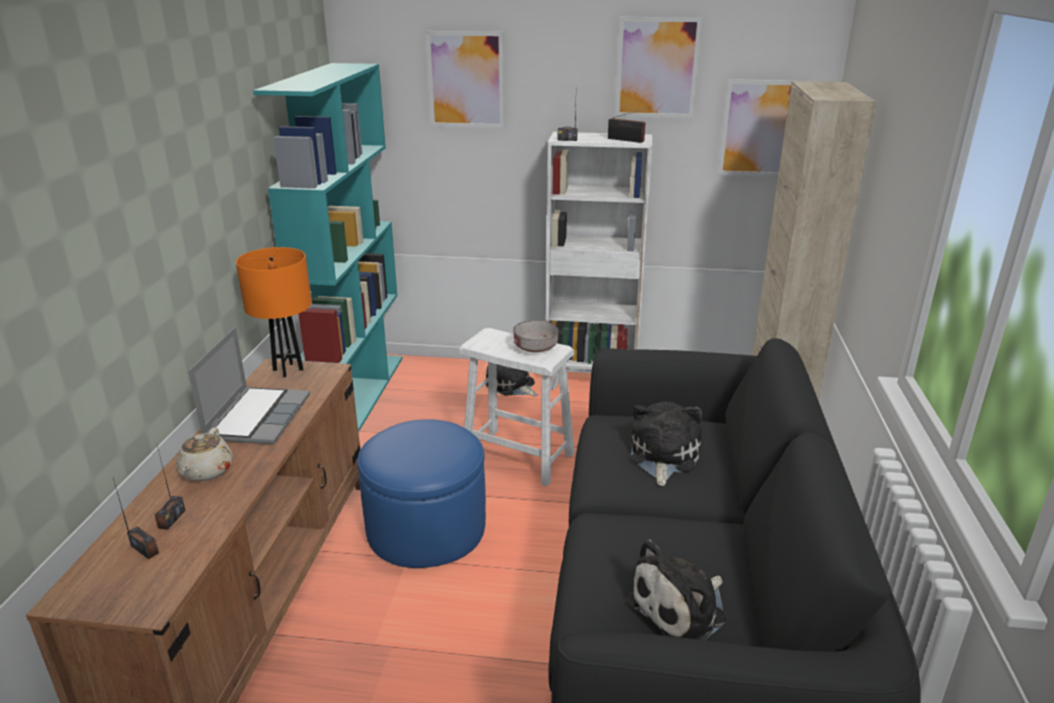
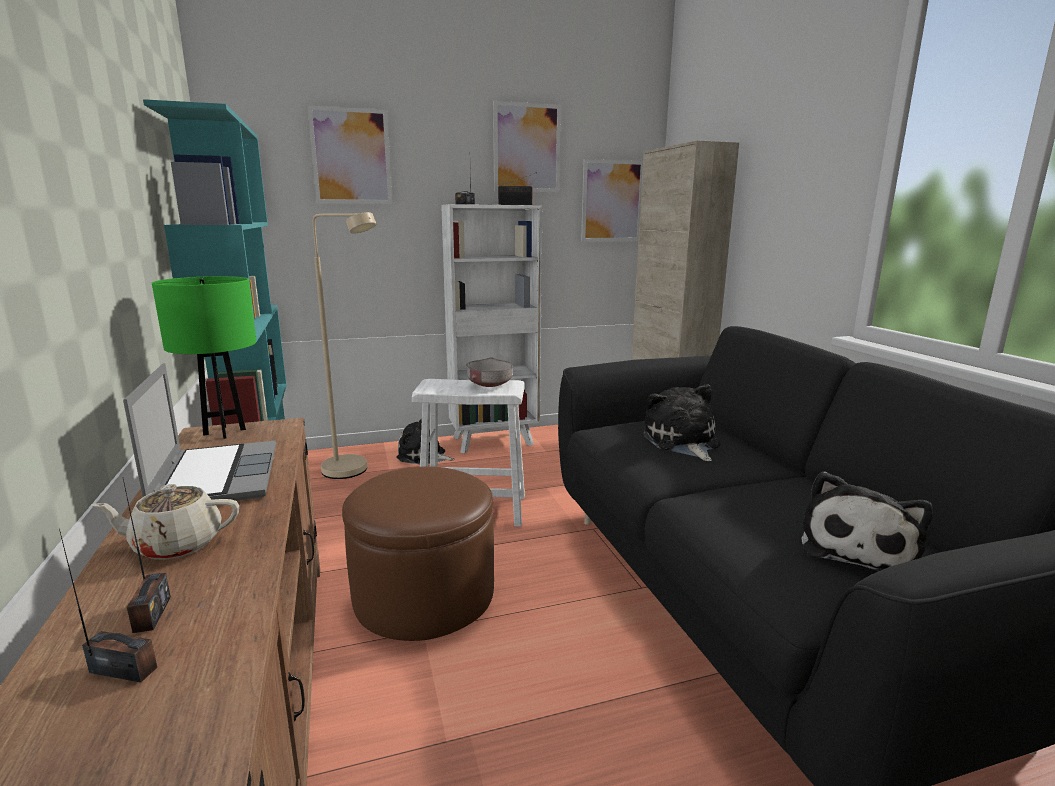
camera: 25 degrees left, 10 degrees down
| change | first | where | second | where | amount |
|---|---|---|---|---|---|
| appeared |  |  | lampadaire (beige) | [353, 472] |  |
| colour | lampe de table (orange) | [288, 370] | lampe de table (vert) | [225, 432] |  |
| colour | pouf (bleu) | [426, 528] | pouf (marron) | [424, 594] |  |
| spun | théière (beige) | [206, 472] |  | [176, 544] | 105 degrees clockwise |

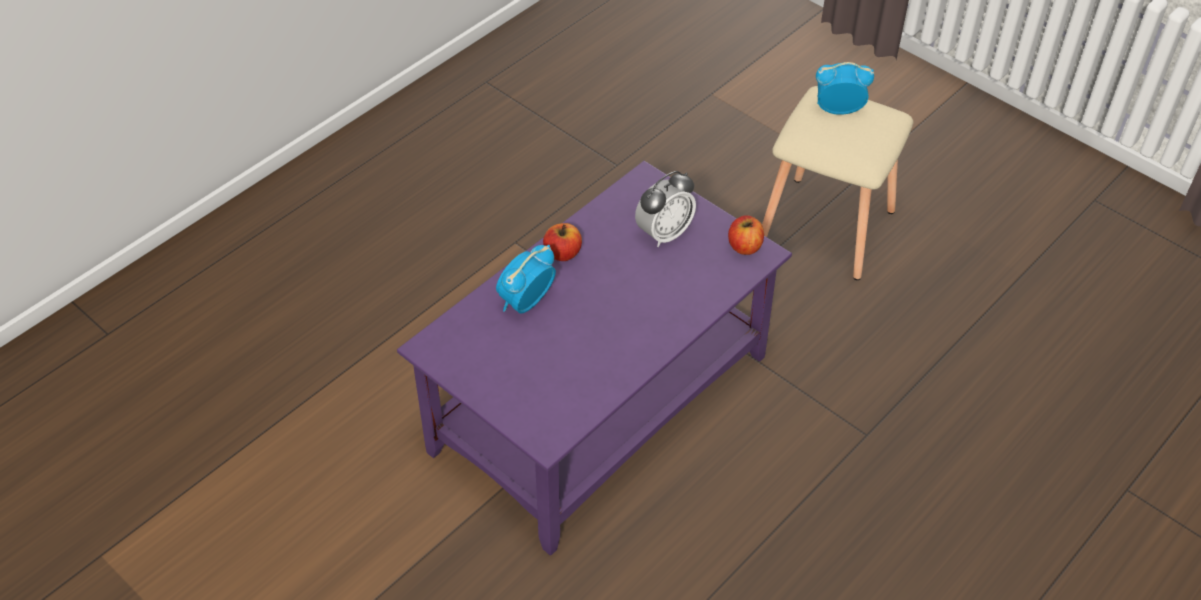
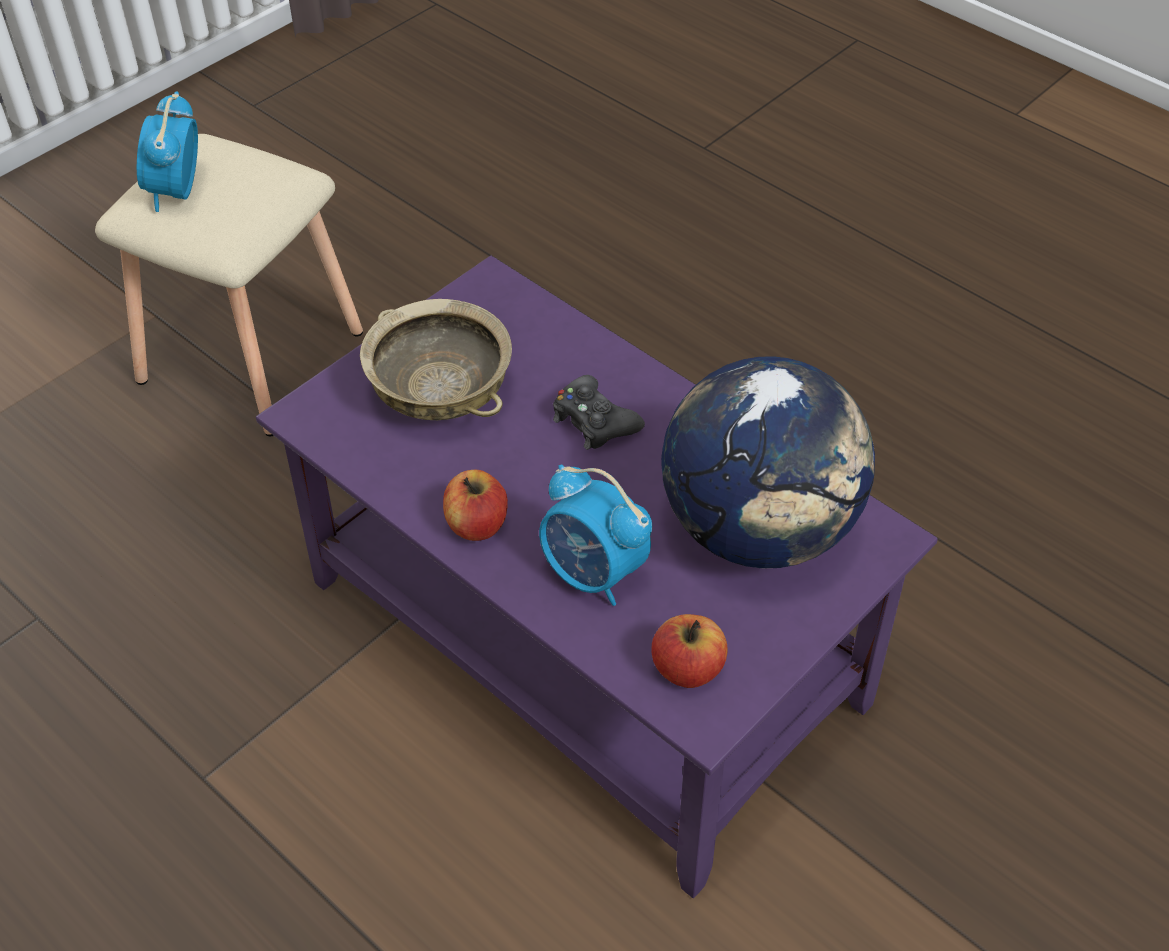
camera: 90 degrees left, 0 degrees up
| change | first | where | second | where | amount |
|---|---|---|---|---|---|
| appeared |  |  | manette (noir) | [594, 421] |  |
| appeared |  |  | globe | [759, 529] |  |
| relocated | pomme | [744, 246] |  | [687, 669] |  |
| exchanged | réveil | [664, 233] | bol (beige) | [439, 392] |  |

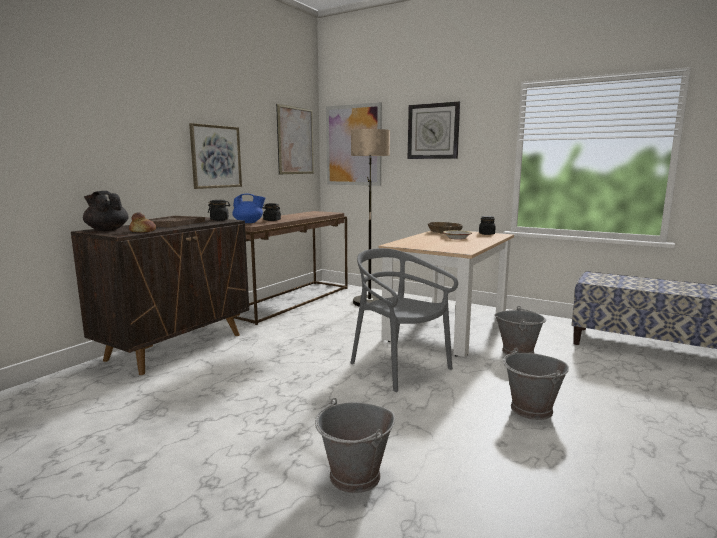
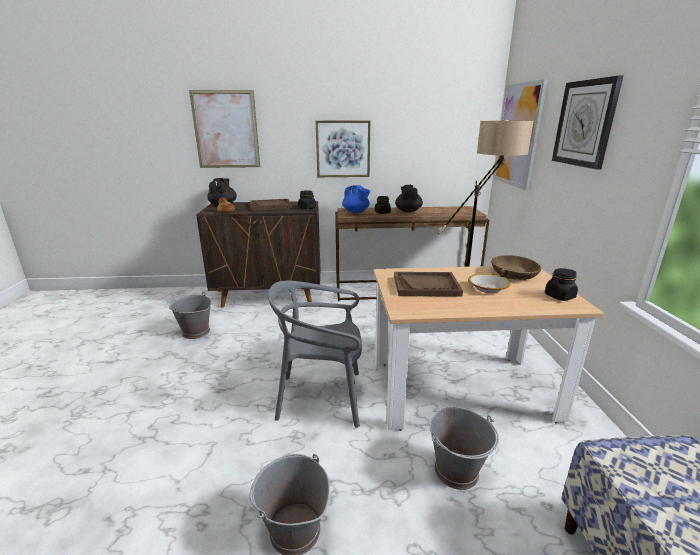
camera: 55 degrees right, 10 degrees up
| change | first | where | second | where | amount |
|---|---|---|---|---|---|
| appeared |  |  | plateau (marron) | [426, 286] |  |
| appeared |  |  | théière (noir) | [408, 211] |  |
| relocated | tableau | [295, 140] |  | [226, 130] |  |
| relocated | seau (gris) | [355, 477] |  | [195, 332] |  |
| spun | chaise (gris) | [399, 368] |  | [321, 398] | 105 degrees counterclockwise |

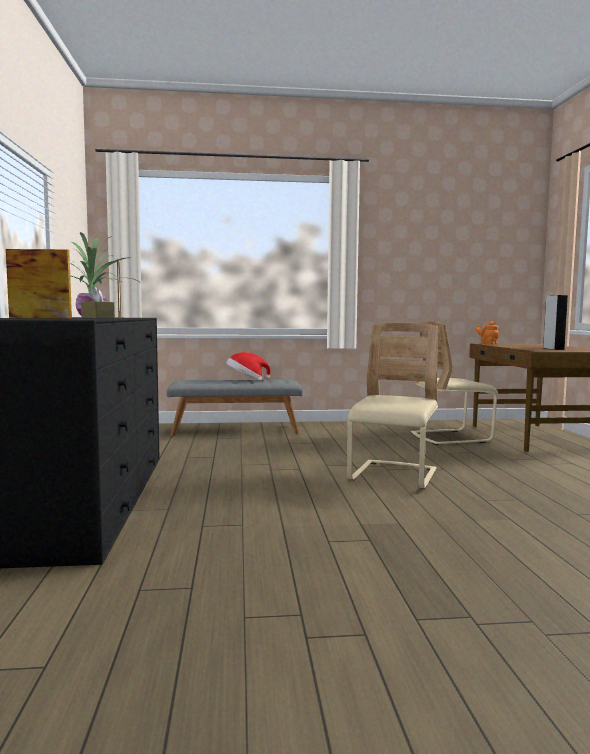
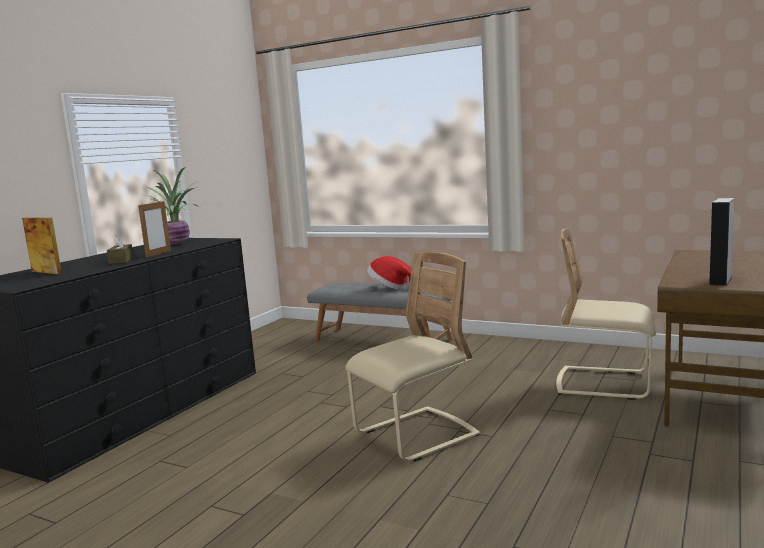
camera: 35 degrees right, 5 degrees up
| change | first | where | second | where | amount |
|---|---|---|---|---|---|
| missing | théière (orange) | [487, 344] |  |  |  |

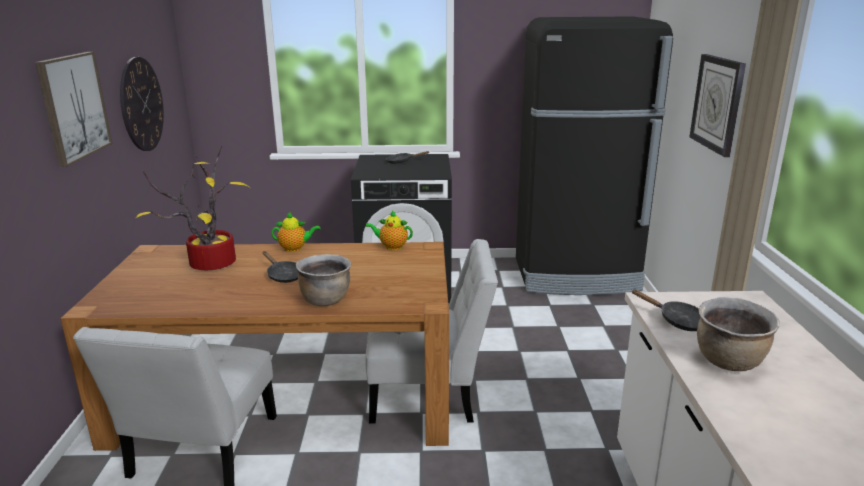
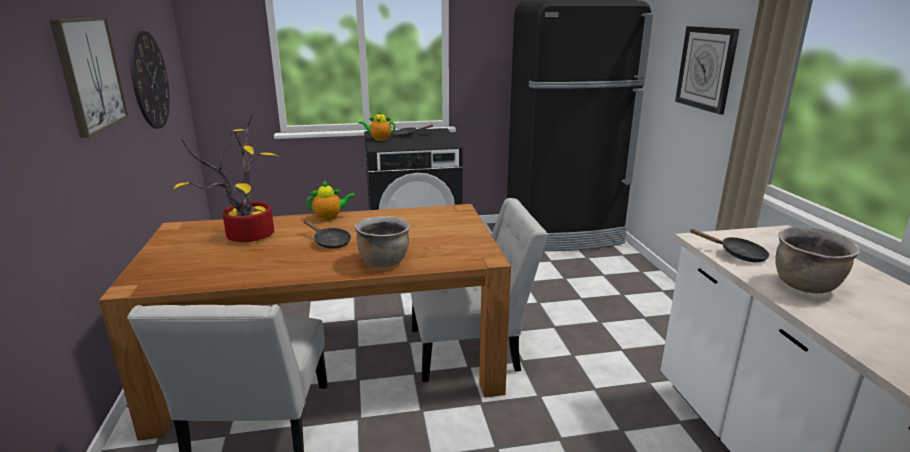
camera: 10 degrees left, 0 degrees up
| change | first | where | second | where | amount |
|---|---|---|---|---|---|
| relocated | théière | [391, 247] |  | [379, 139] |  |

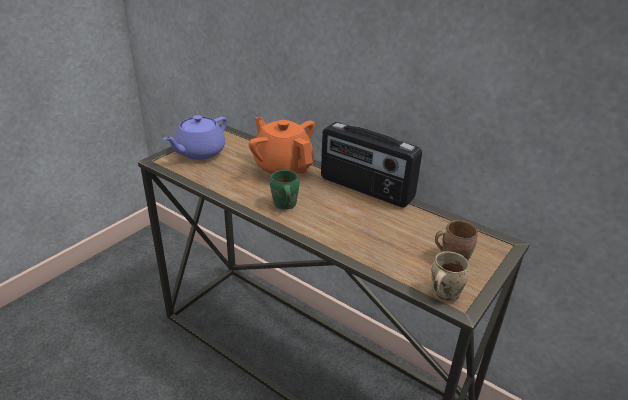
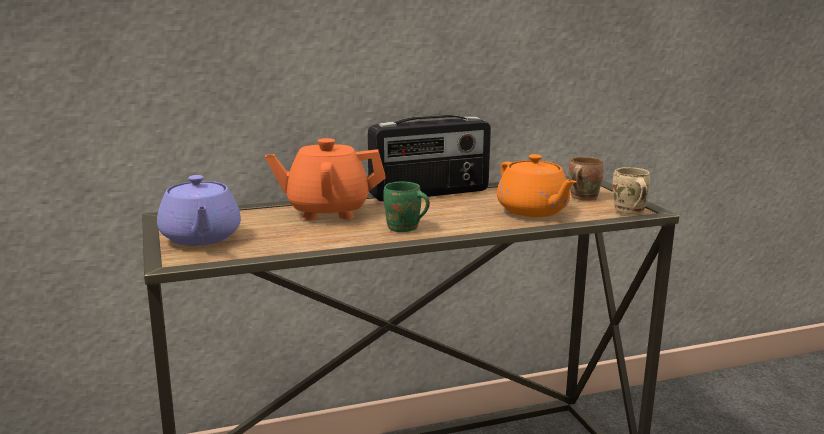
camera: 55 degrees left, 15 degrees down
| change | first | where | second | where | amount |
|---|---|---|---|---|---|
| appeared |  |  | théière (orange) | [533, 210] |  |

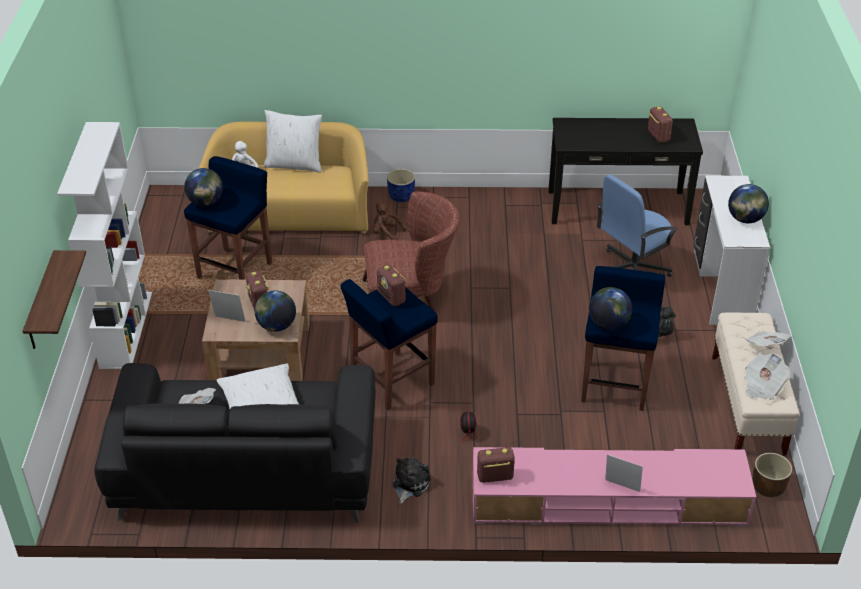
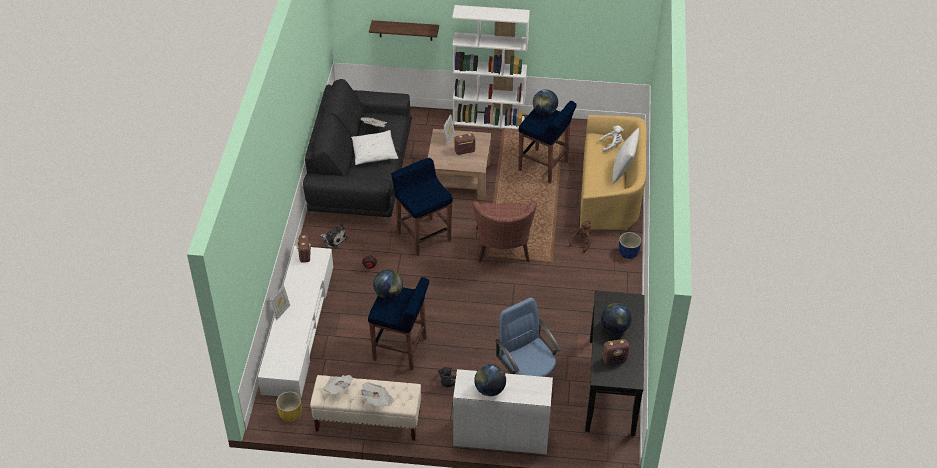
camera: 95 degrees right, 5 degrees up
| change | first | where | second | where | amount |
|---|---|---|---|---|---|
| missing | radio | [391, 297] |  |  |  |
| relocated | globe | [276, 326] |  | [614, 328] |  |
| colour | meuble télé (rose) | [607, 501] | meuble télé (blanc) | [299, 328] |  |
| colour | cache-pot (marron) | [767, 487] | cache-pot (jaune) | [290, 414] |  |

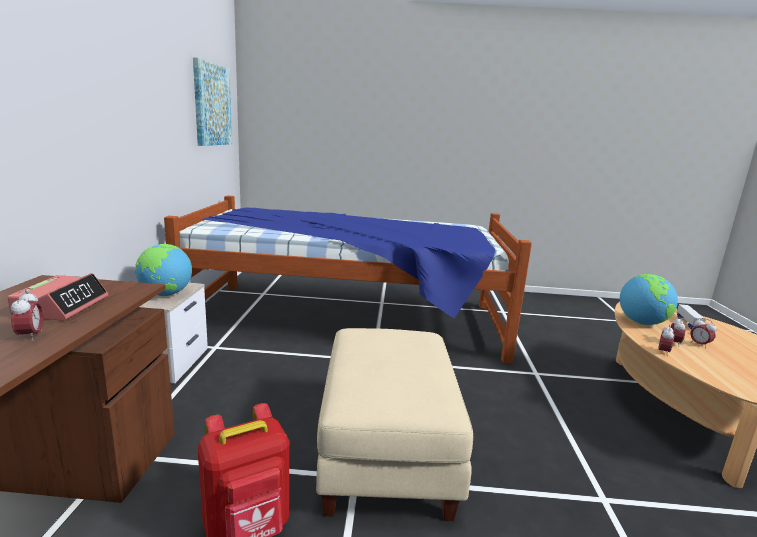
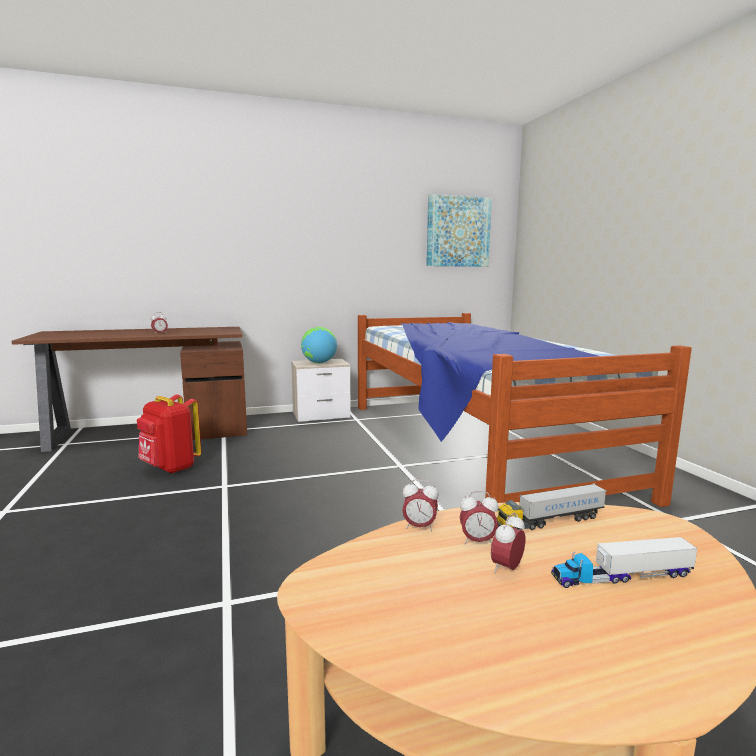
camera: 70 degrees right, 5 degrees down
| change | first | where | second | where | amount |
|---|---|---|---|---|---|
| missing | réveil | [62, 307] |  |  |  |
| missing | pouf (beige) | [385, 451] |  |  |  |
| exchanged | globe | [642, 323] | camion jouet | [550, 521] |  |

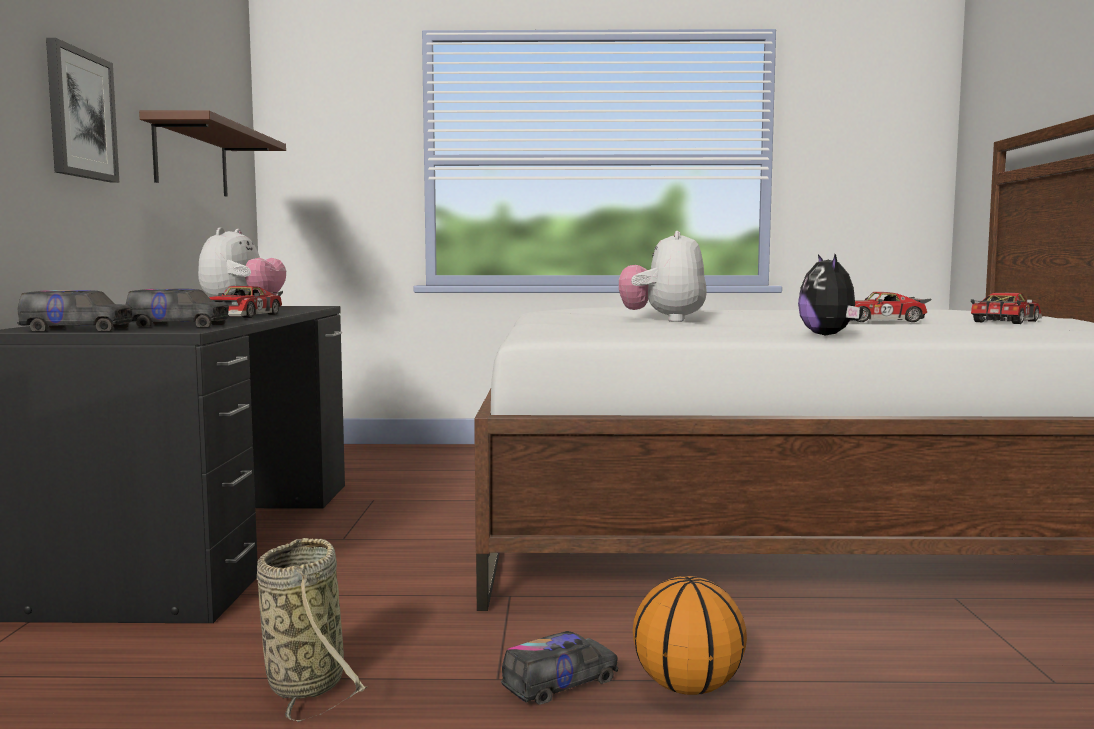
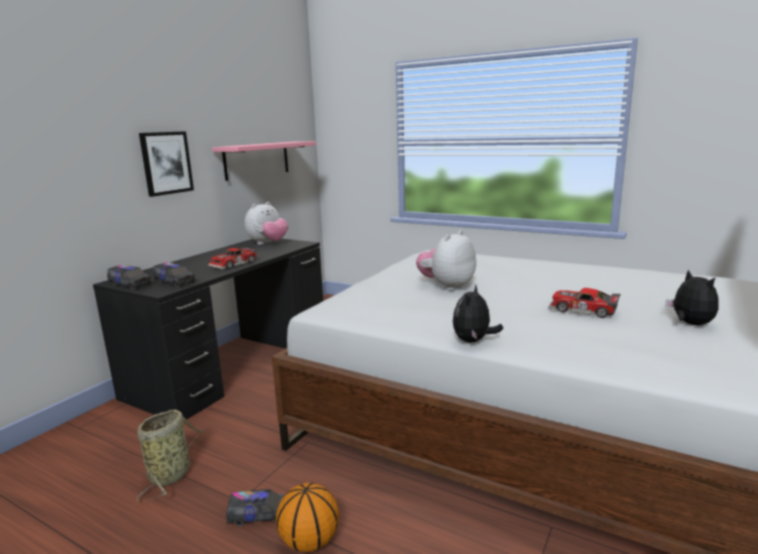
camera: 30 degrees right, 10 degrees up
| change | first | where | second | where | amount |
|---|---|---|---|---|---|
| exchanged | petite voiture | [1003, 321] | peluche | [690, 324] |  |
| colour | étagère (marron) | [192, 159] | étagère (rose) | [257, 160] |  |

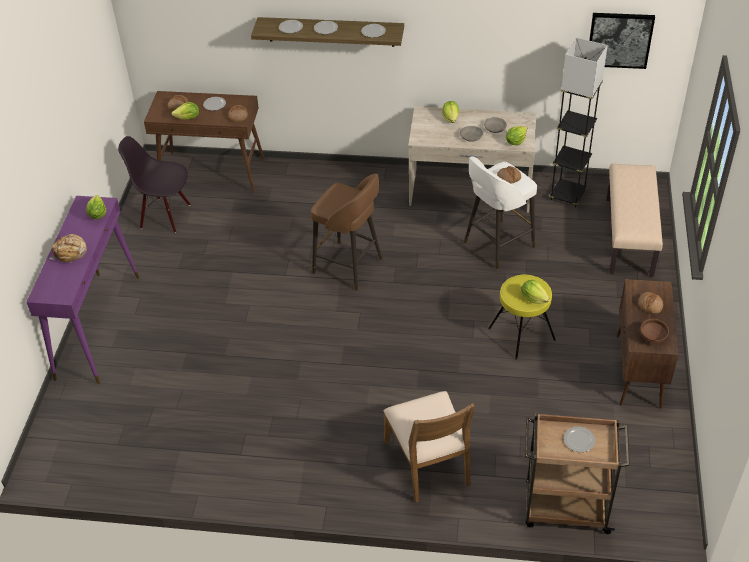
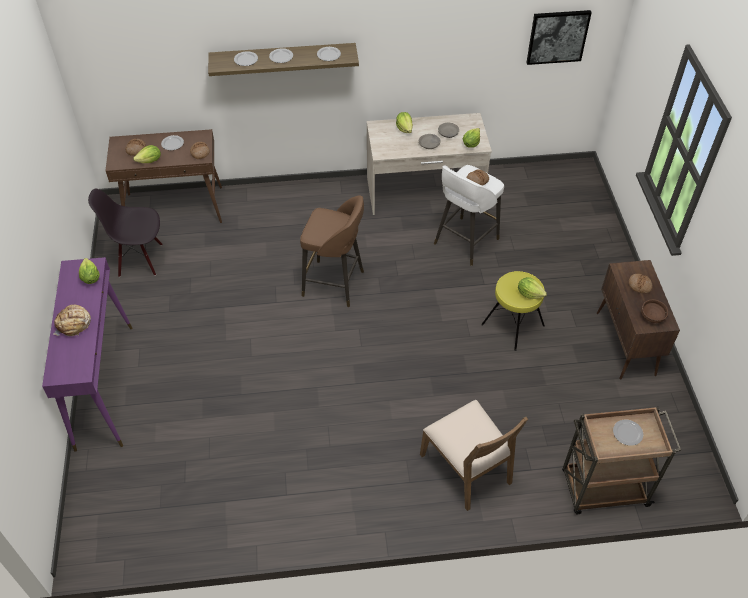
camera: 15 degrees left, 5 degrees up
| change | first | where | second | where | amount |
|---|---|---|---|---|---|
| missing | lampadaire (gris) | [567, 195] |  |  |  |
| missing | banc (beige) | [629, 237] |  |  |  |

